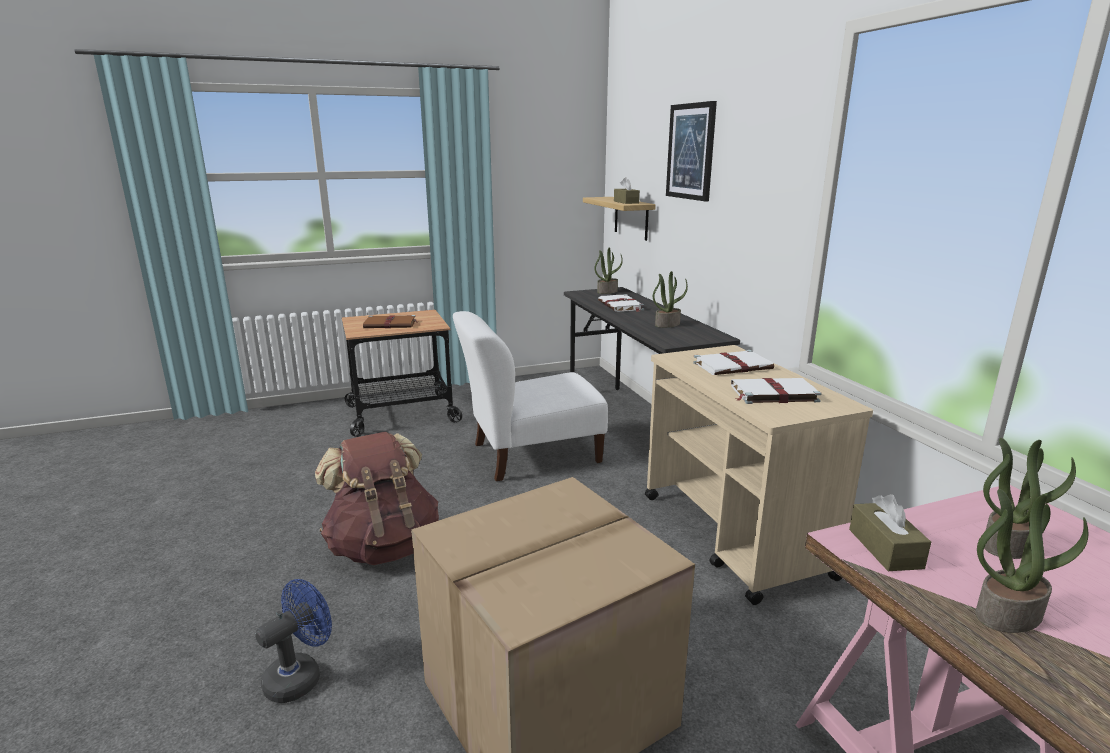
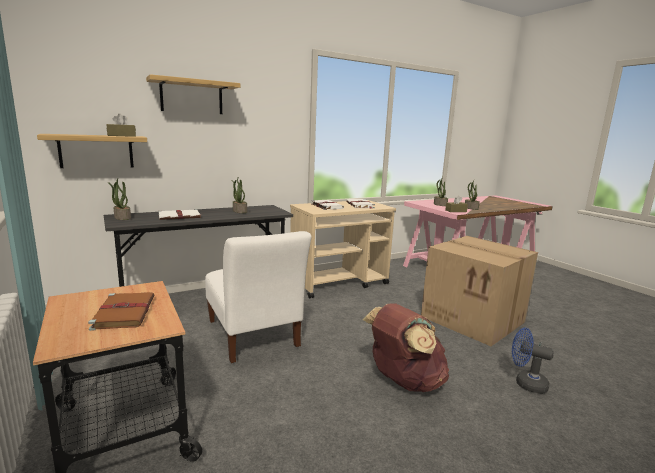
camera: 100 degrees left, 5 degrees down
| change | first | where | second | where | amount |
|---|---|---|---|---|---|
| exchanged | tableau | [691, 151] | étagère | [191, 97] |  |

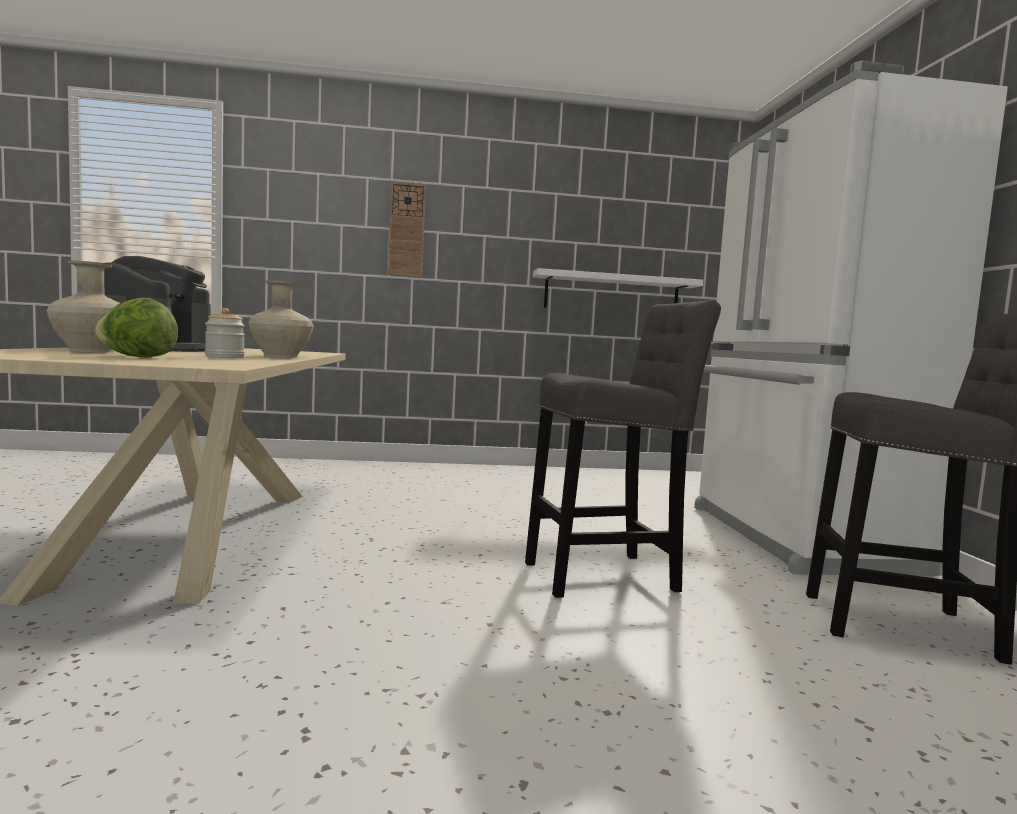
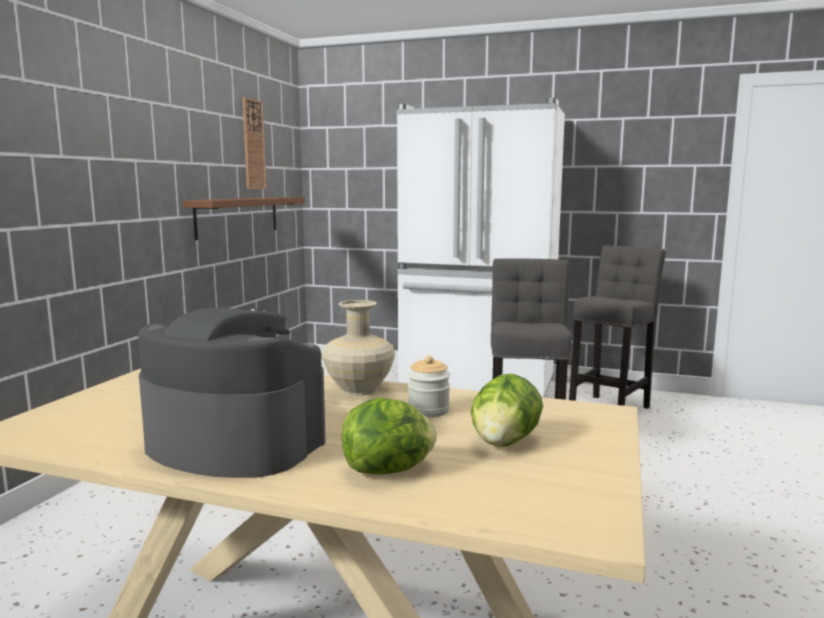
camera: 65 degrees left, 5 degrees up
| change | first | where | second | where | amount |
|---|---|---|---|---|---|
| relocated | horloge murale | [406, 230] |  | [253, 144] |  |
| exchanged | vase (beige) | [92, 351] | laitue | [389, 470] |  |
| colour | étagère (blanc) | [611, 294] | étagère (marron) | [238, 216] |  |

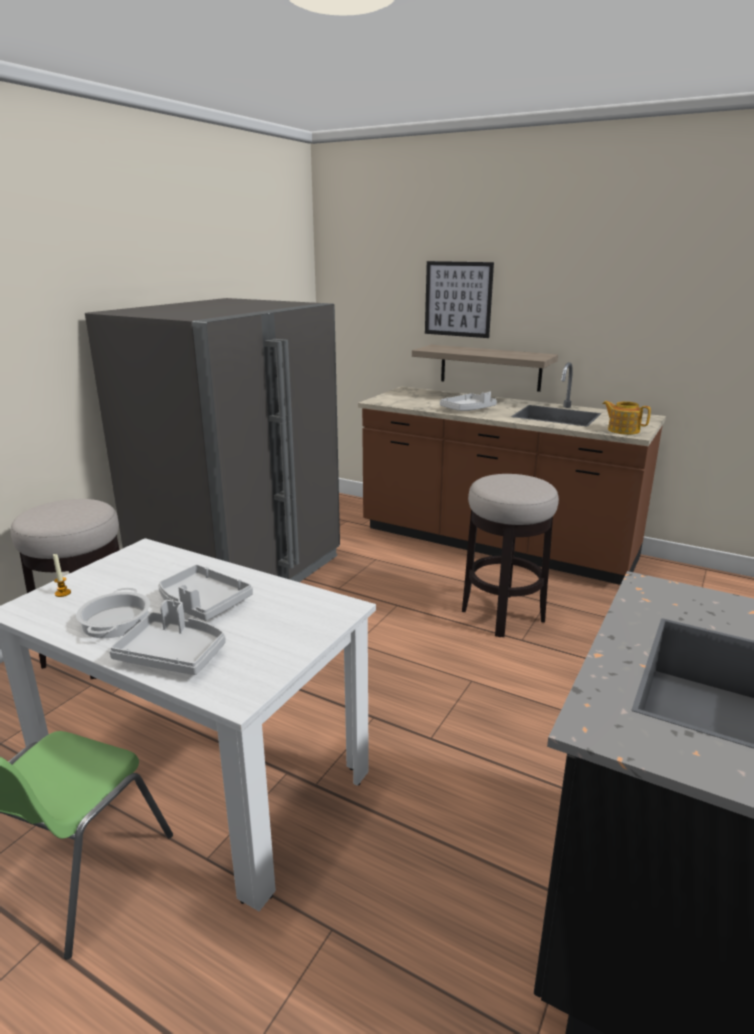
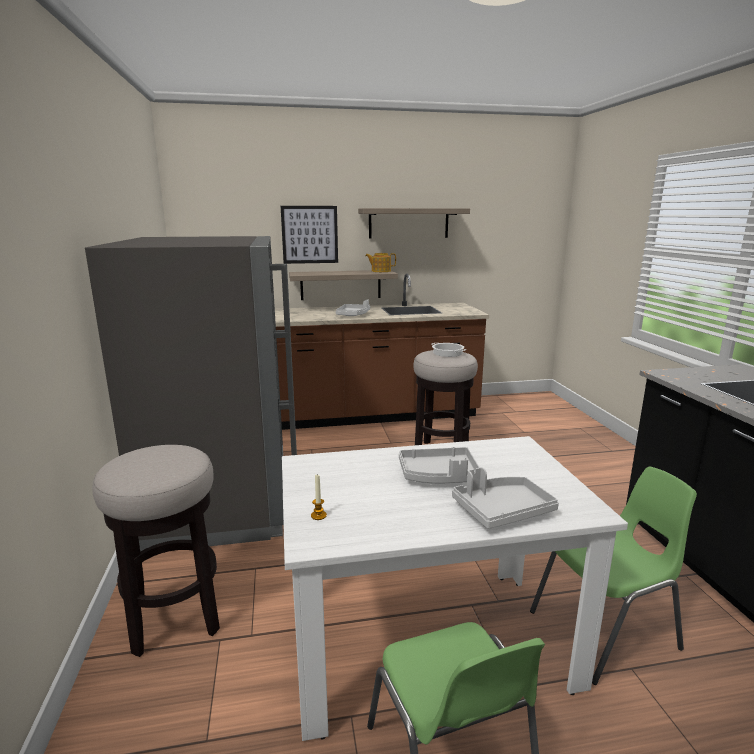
camera: 40 degrees left, 5 degrees down
| change | first | where | second | where | amount |
|---|---|---|---|---|---|
| appeared |  |  | étagère | [408, 223] |  |
| appeared |  |  | chaise (vert) | [606, 631] |  |
| relocated | marmite | [115, 621] |  | [447, 353] |  |
| relocated | théière | [623, 430] |  | [380, 271] |  |

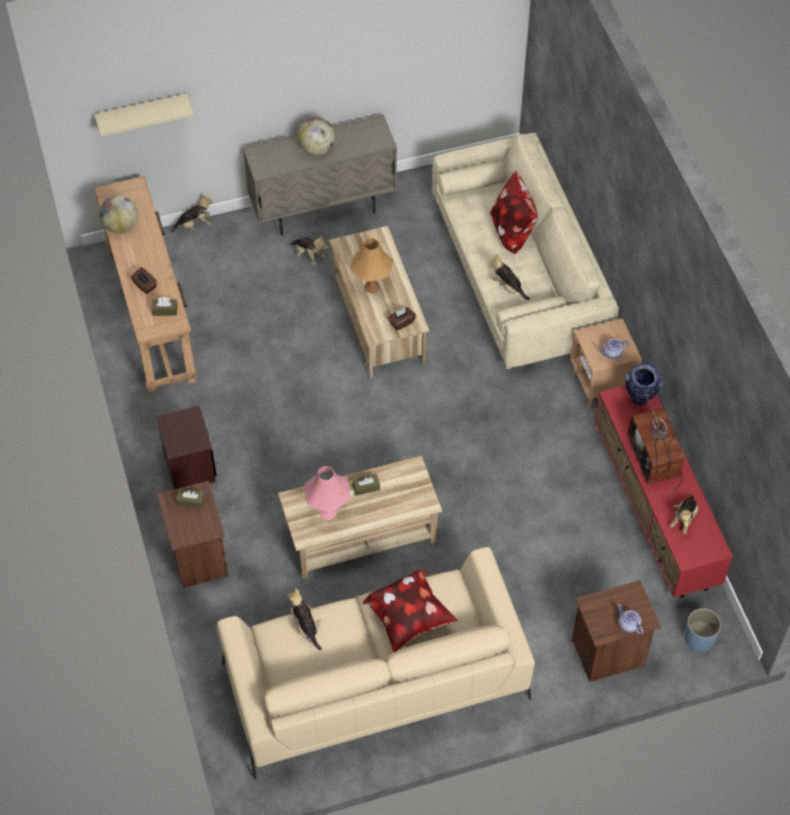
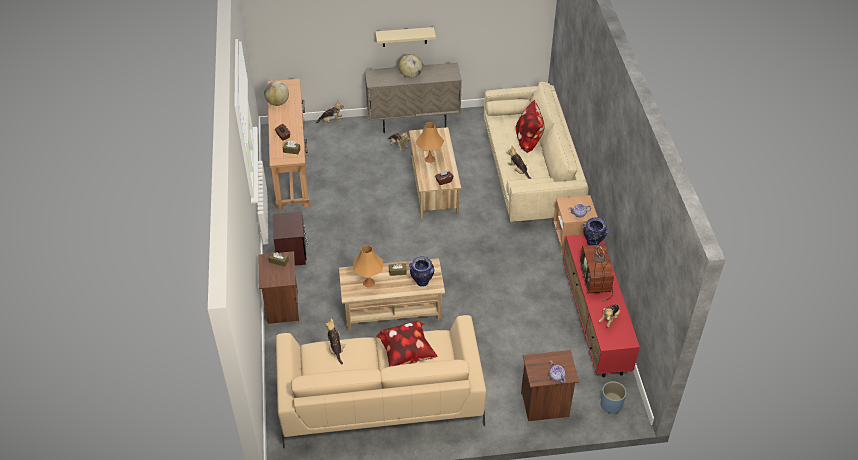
camera: 10 degrees right, 10 degrees down
| change | first | where | second | where | amount |
|---|---|---|---|---|---|
| appeared |  |  | vase | [421, 282] |  |
| relocated | étagère (beige) | [142, 114] |  | [404, 37] |  |
| colour | lampe de table (rose) | [328, 512] | lampe de table (orange) | [369, 283] |  |

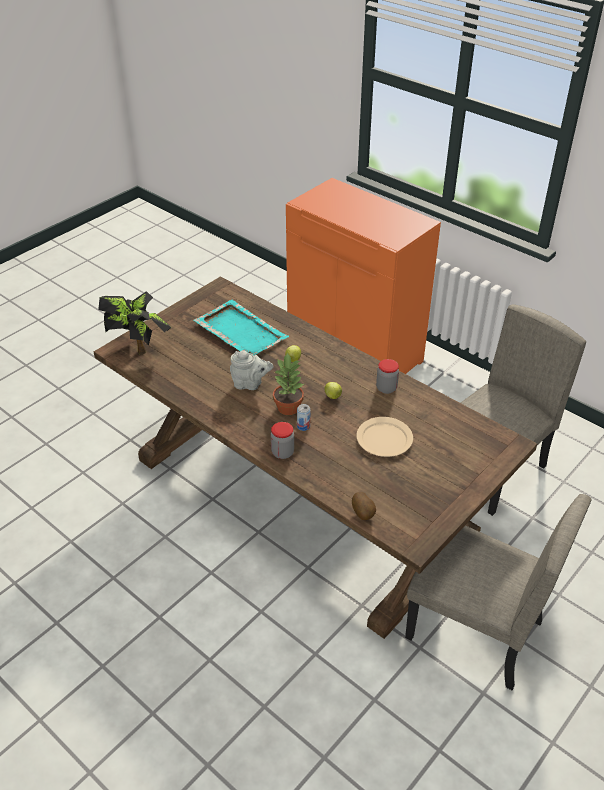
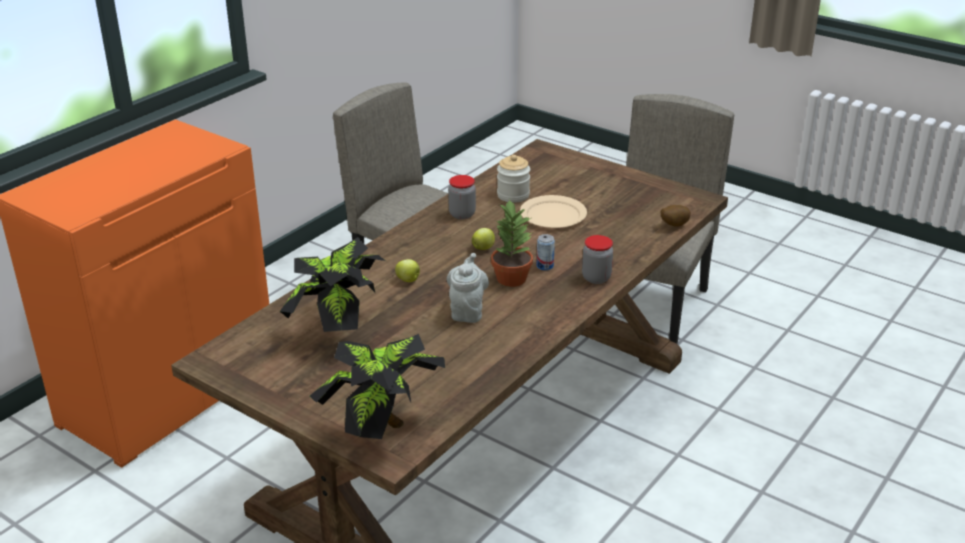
camera: 95 degrees left, 10 degrees down
| change | first | where | second | where | amount |
|---|---|---|---|---|---|
| appeared |  |  | bocal | [513, 195] |  |
| exchanged | plateau (turquoise) | [240, 331] | plante en pot | [339, 329] |  |

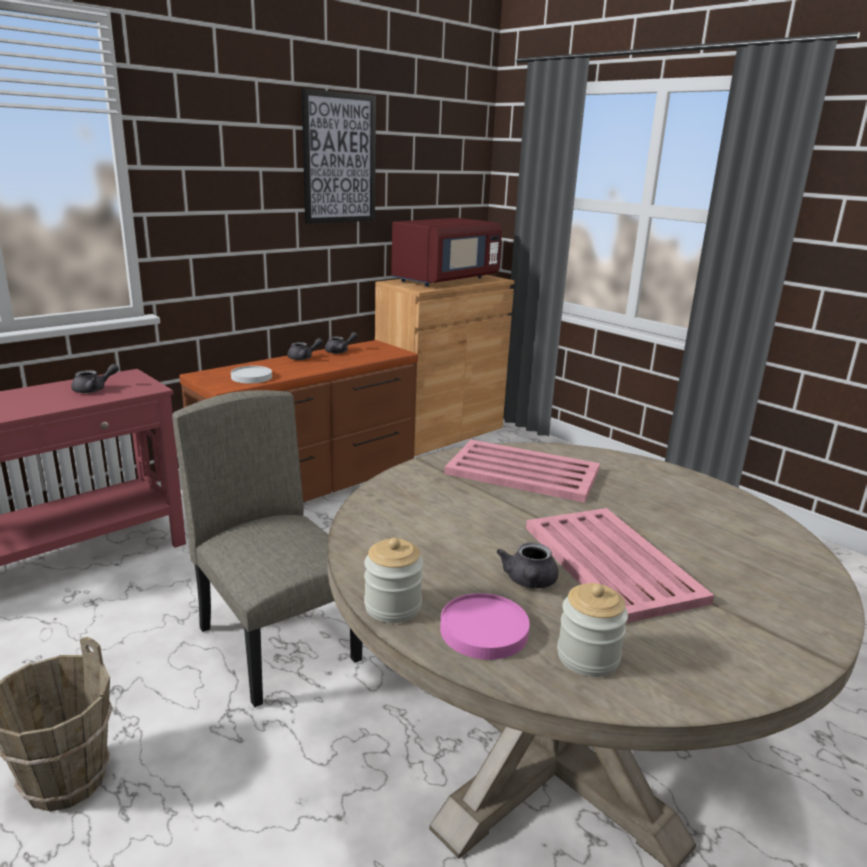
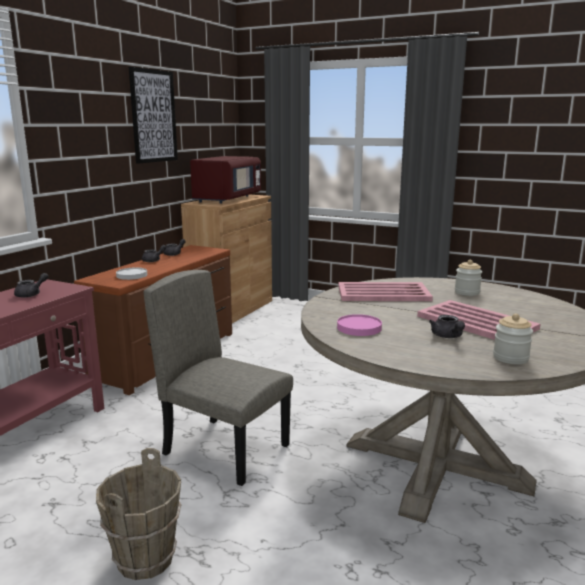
camera: 20 degrees left, 5 degrees down
| change | first | where | second | where | amount |
|---|---|---|---|---|---|
| relocated | bocal | [393, 606] |  | [467, 292] |  |
| relocated | assiette (rose) | [483, 630] |  | [359, 328] |  |

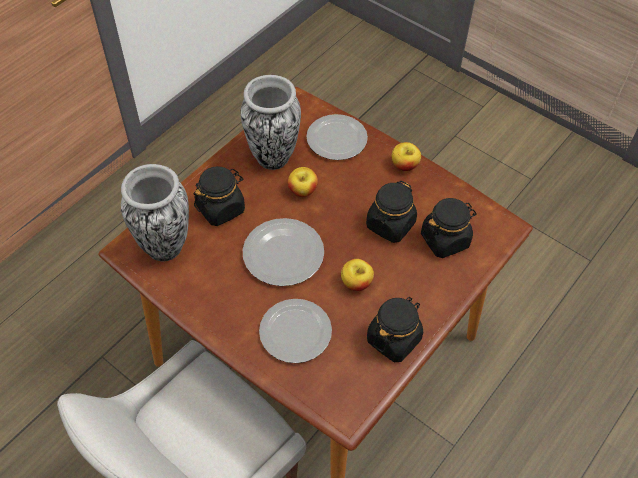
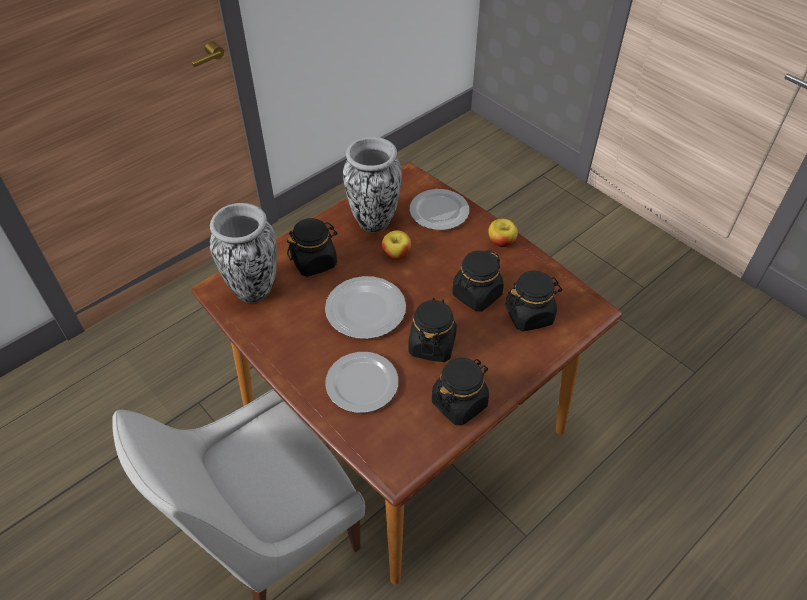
camera: 10 degrees right, 5 degrees down
| change | first | where | second | where | amount |
|---|---|---|---|---|---|
| exchanged | pomme | [356, 282] | bocal (noir) | [432, 344] |  |

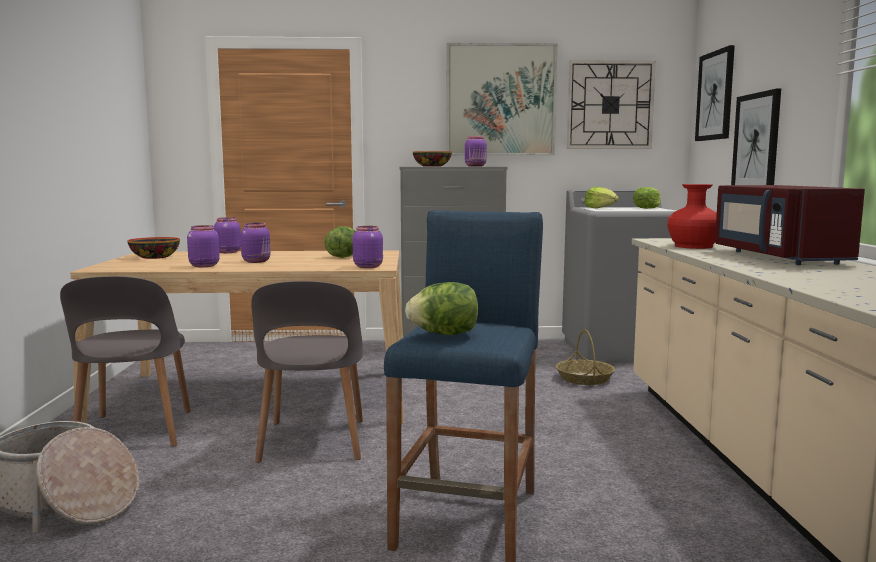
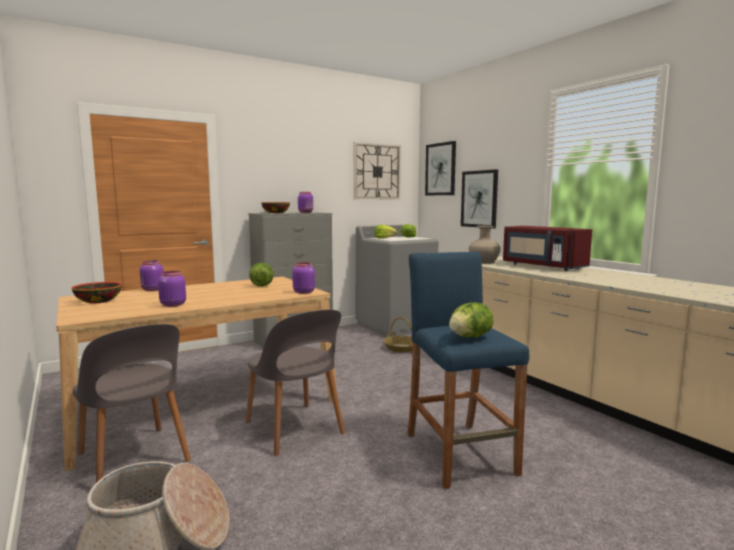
camera: 30 degrees left, 0 degrees up
| change | first | where | second | where | amount |
|---|---|---|---|---|---|
| missing | bocal (violet) | [257, 261] |  |  |  |
| missing | tableau | [500, 100] |  |  |  |
| colour | vase (rouge) | [693, 246] | vase (beige) | [484, 262] |  |

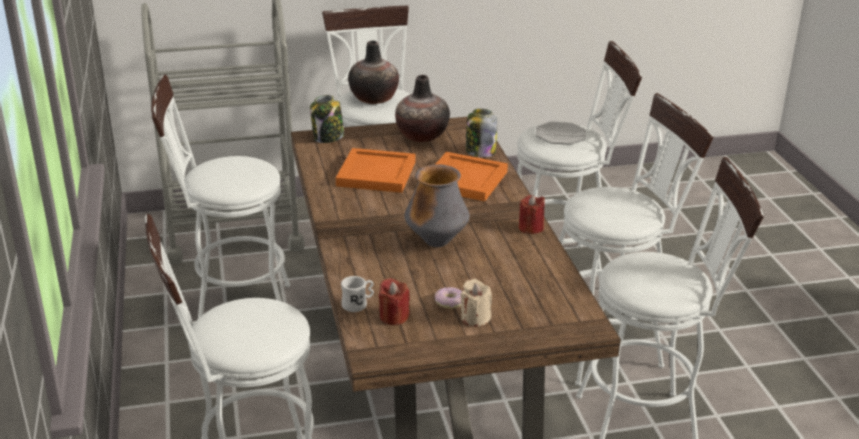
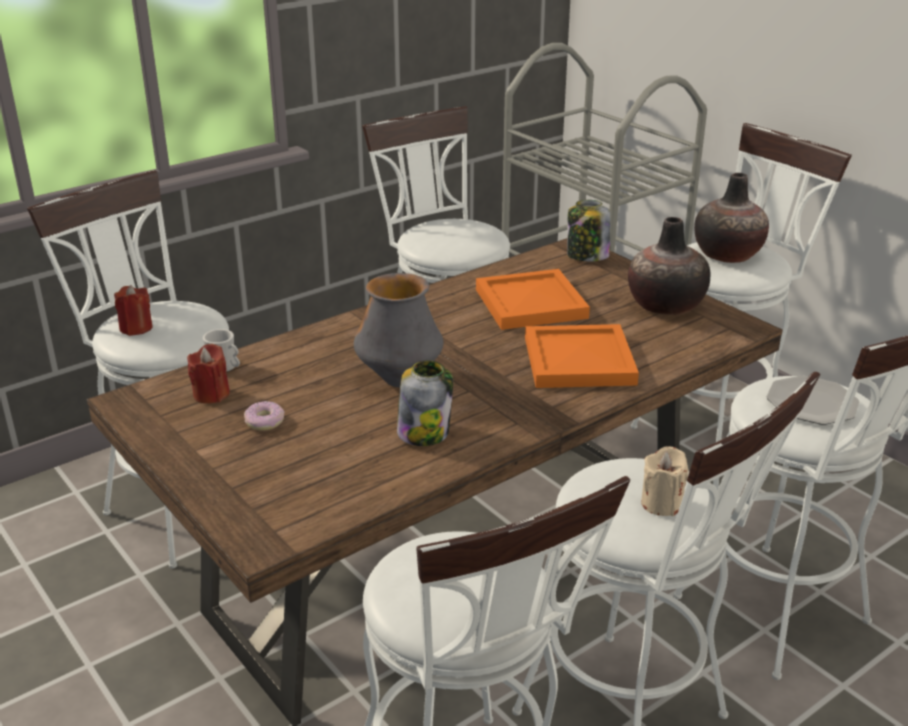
camera: 65 degrees right, 0 degrees up
| change | first | where | second | where | amount |
|---|---|---|---|---|---|
| relocated | bougie (beige) | [475, 318] |  | [661, 503] |  |
| relocated | bocal | [480, 152] |  | [424, 432] |  |
| relocated | bougie (rouge) | [531, 228] |  | [136, 328] |  |

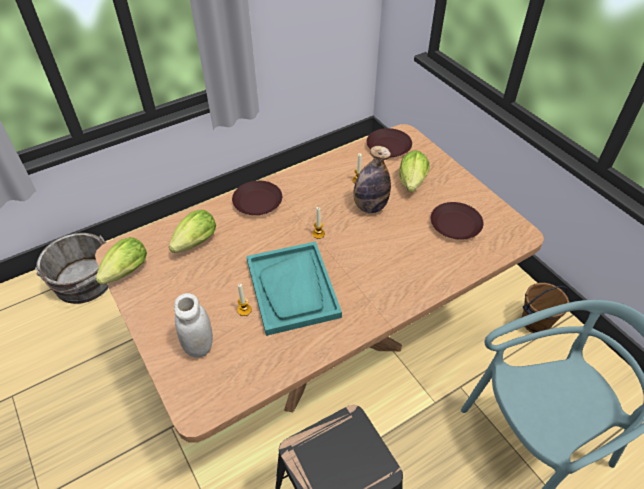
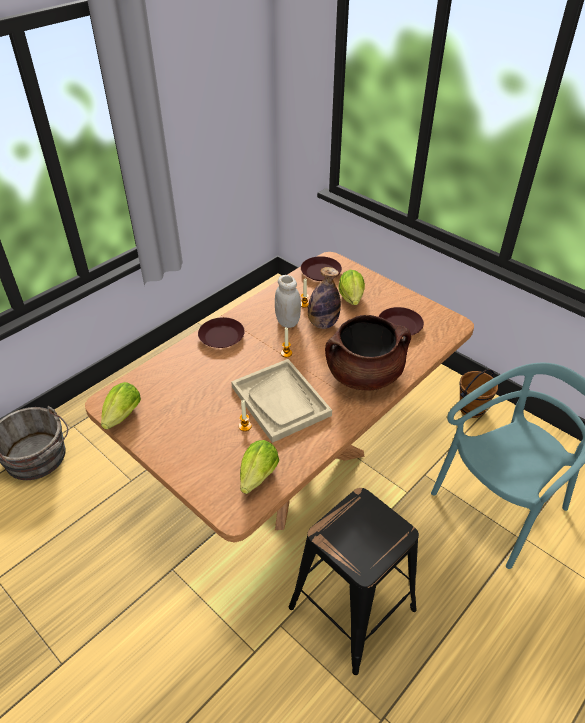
camera: 15 degrees left, 5 degrees down
| change | first | where | second | where | amount |
|---|---|---|---|---|---|
| appeared |  |  | marmite (marron) | [364, 375] |  |
| relocated | laitue | [194, 244] |  | [257, 479] |  |
| relocated | bocal (blanc) | [199, 346] |  | [287, 322] |  |
| colour | plateau (turquoise) | [292, 289] | plateau (beige) | [281, 401] |  |

